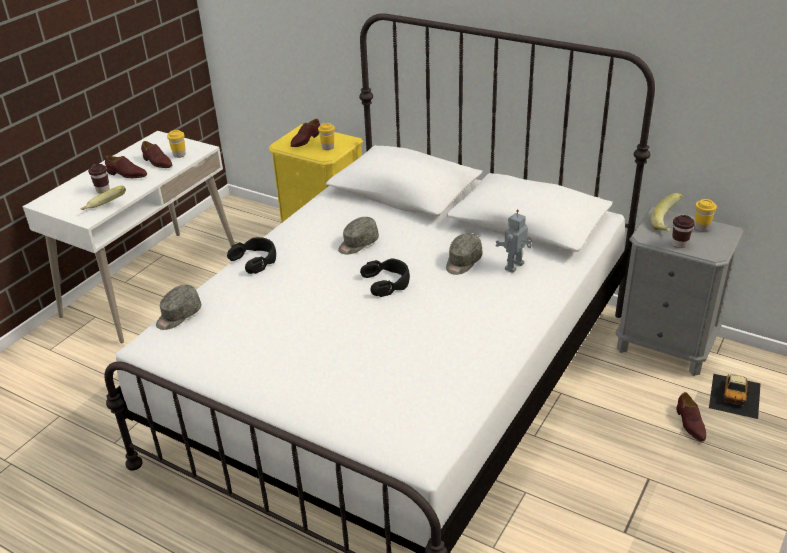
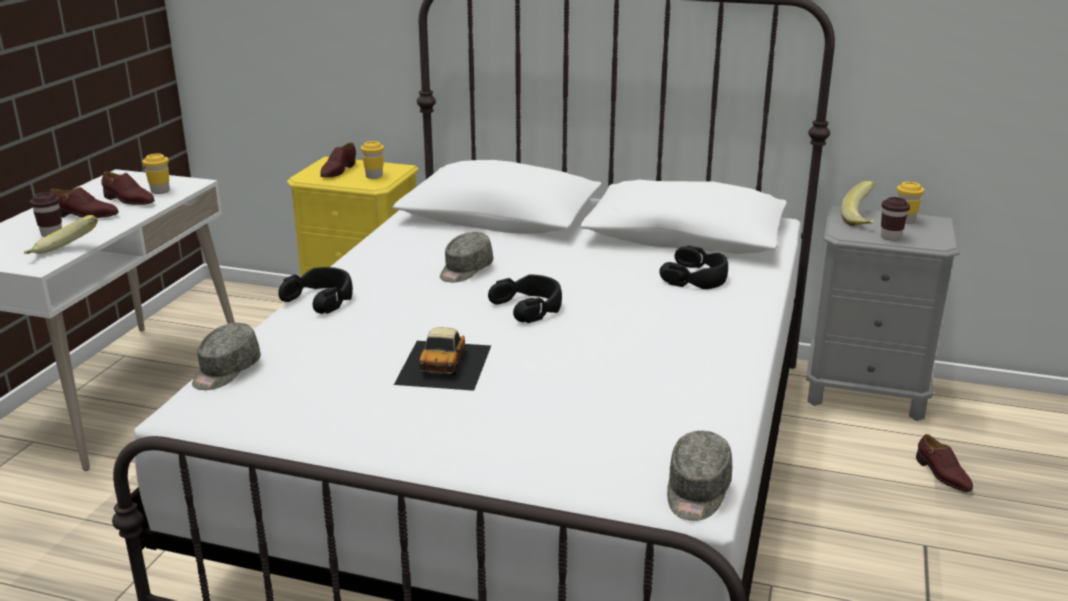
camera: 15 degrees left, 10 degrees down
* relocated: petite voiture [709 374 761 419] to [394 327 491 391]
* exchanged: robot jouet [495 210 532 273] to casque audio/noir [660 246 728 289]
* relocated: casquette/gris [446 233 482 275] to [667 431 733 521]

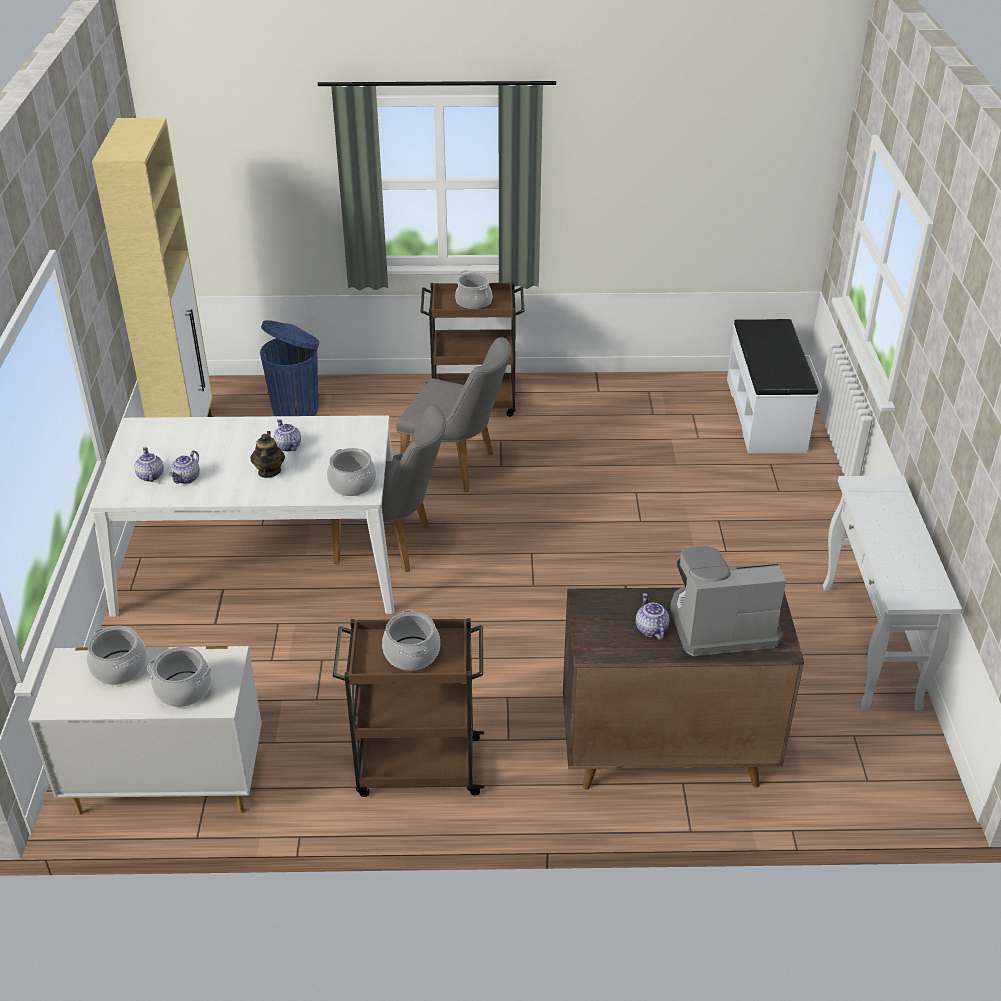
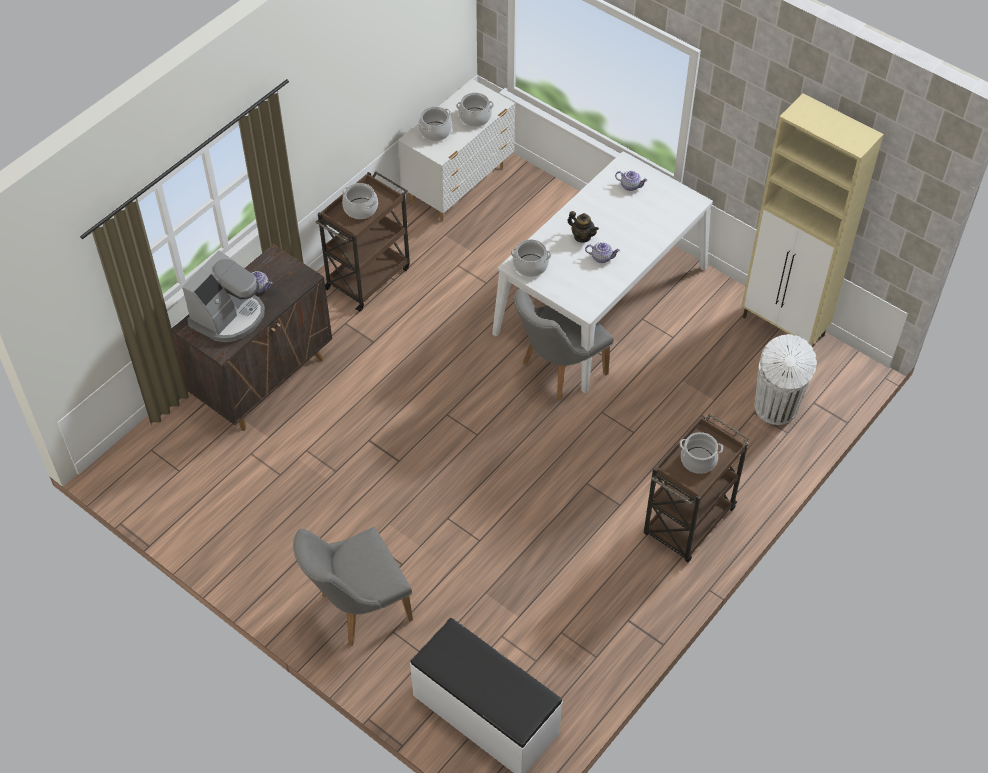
camera: 130 degrees right, 15 degrees up
* relocated: chaise/gris [396 337 511 492] to [293 527 413 646]
* colour: poubelle/bleu [260 320 319 416] to poubelle/blanc [754 334 817 425]
* missing: théière [169 450 200 484]
* missing: table console/blanc [823 476 962 711]

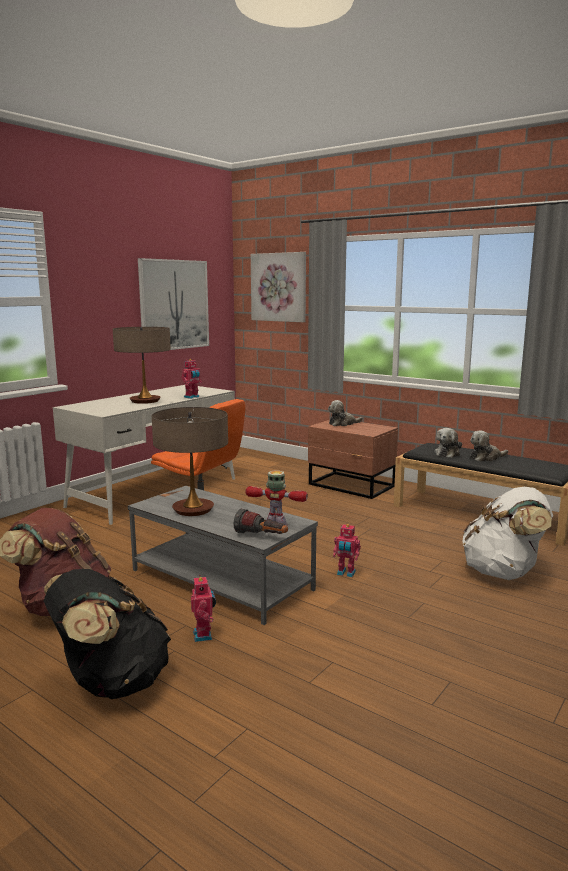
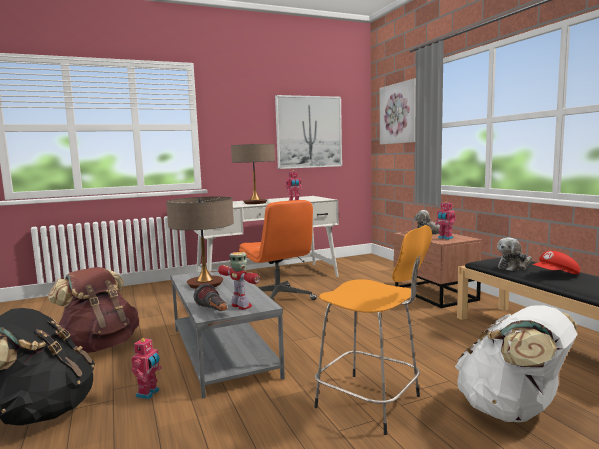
camera: 30 degrees right, 5 degrees down
* appeared: tabouret/orange [314 225 432 435]
* relocated: robot jouet [333 524 361 577] to [435 201 456 240]
* exchanged: peluche [470 430 508 461] to casquette/rouge [532 251 580 274]

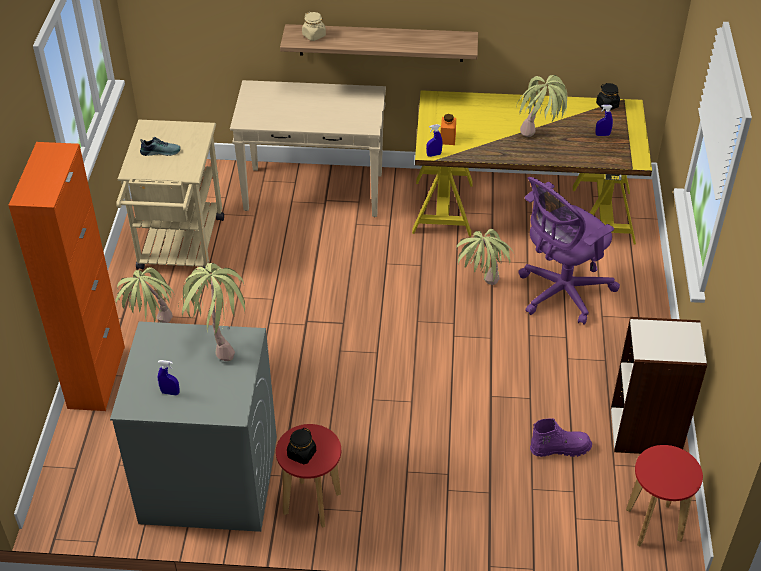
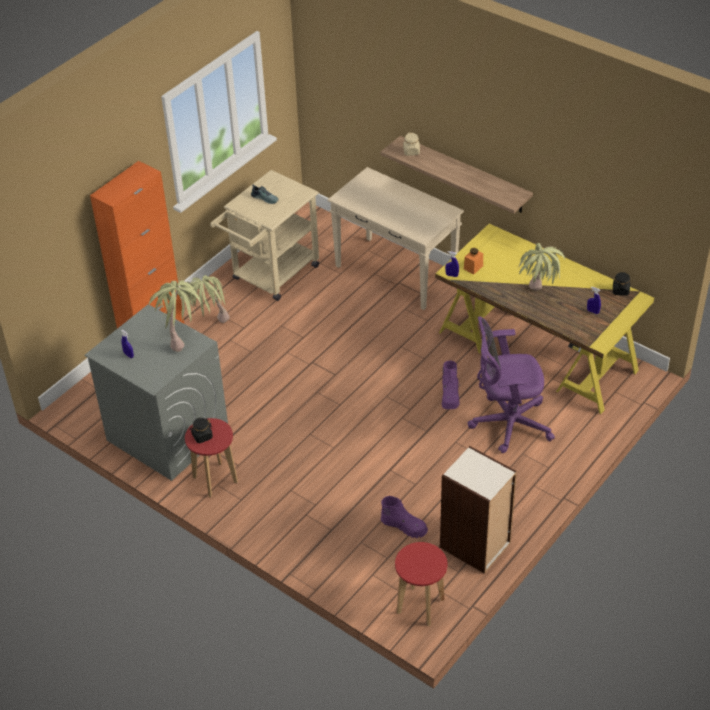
camera: 35 degrees right, 0 degrees up
* exchanged: plante en pot [456 229 515 285] to botte/violet [442 361 460 409]

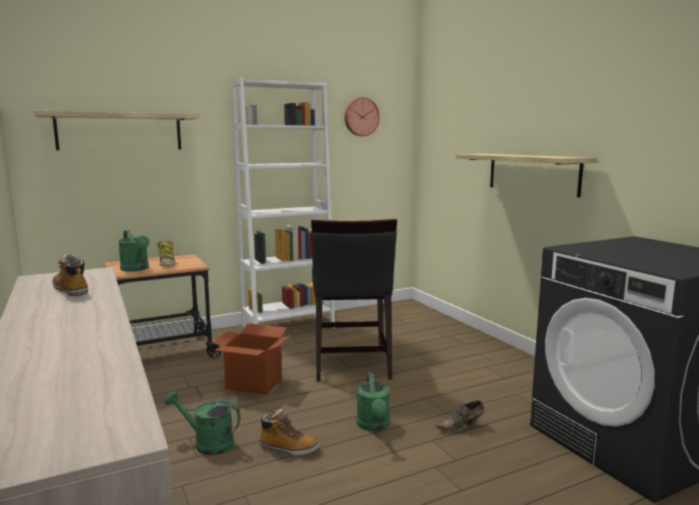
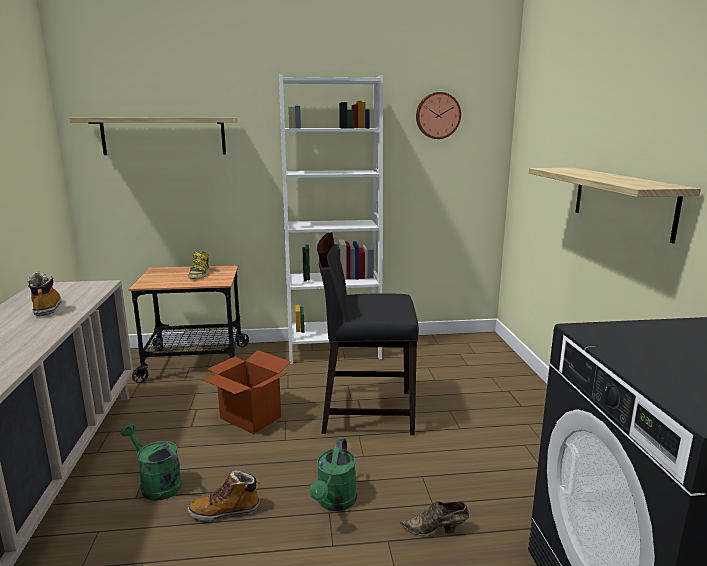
camera: 20 degrees right, 5 degrees up
* spun: botte [259 409 319 456] = [188 470 260 521] 135 degrees clockwise
* spun: chaise/noir [311 219 397 382] = [317 232 419 435] 75 degrees clockwise
* missing: arrosoir/vert [118 230 150 272]

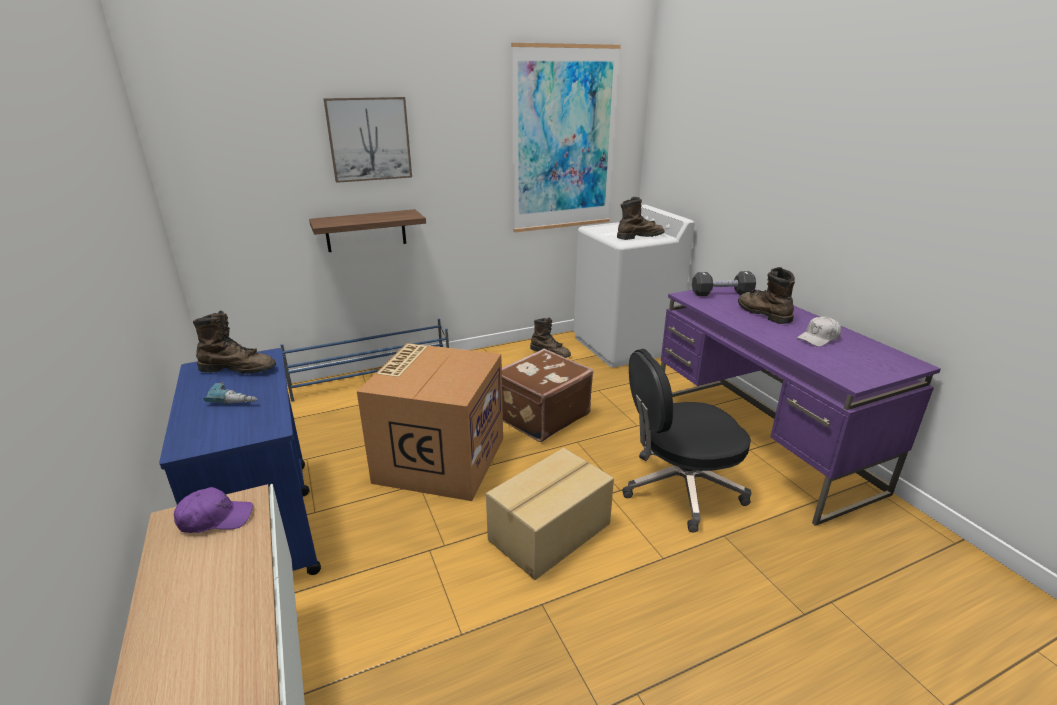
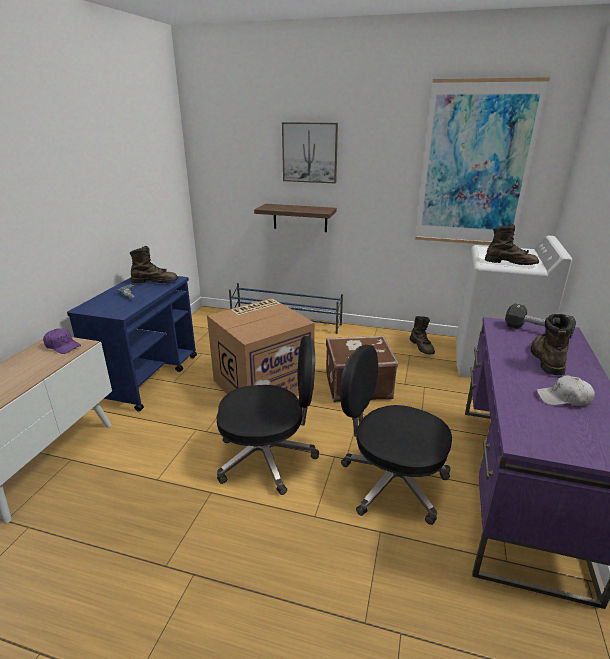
camera: 40 degrees right, 0 degrees up
* spun: botte/marron [193 310 276 374] = [130 246 178 284] 45 degrees counterclockwise
* exchanged: carton [486 448 614 580] to chaise de bureau/noir [217 336 319 495]

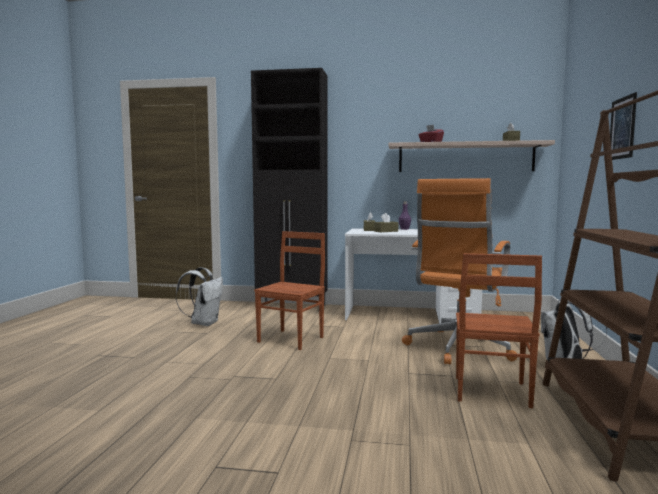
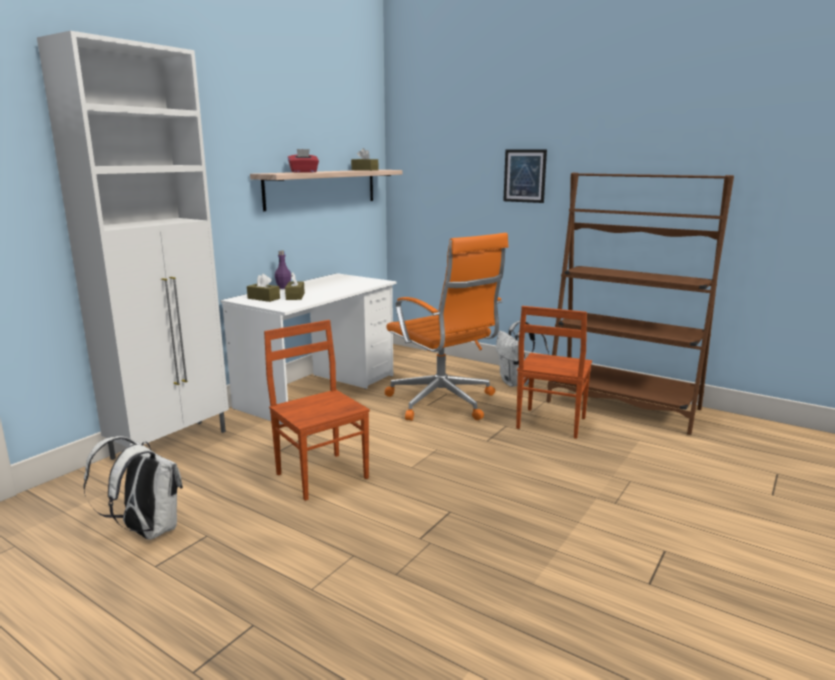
camera: 65 degrees left, 10 degrees up
* colour: meuble de rangement/noir [251 68 328 306] to meuble de rangement/blanc [37 31 229 460]
* spun: chaise/marron [456 253 542 408] = [516 306 592 439] 75 degrees clockwise

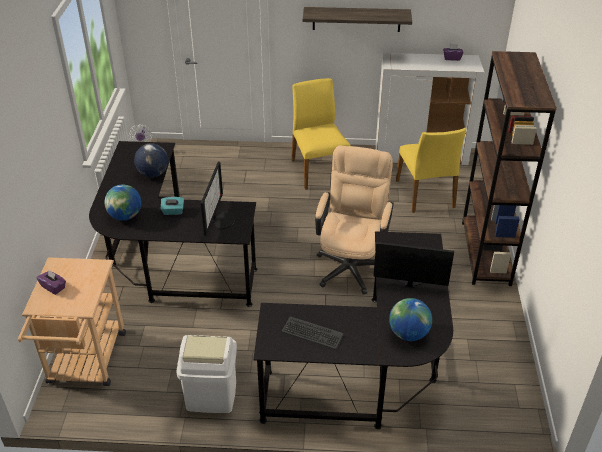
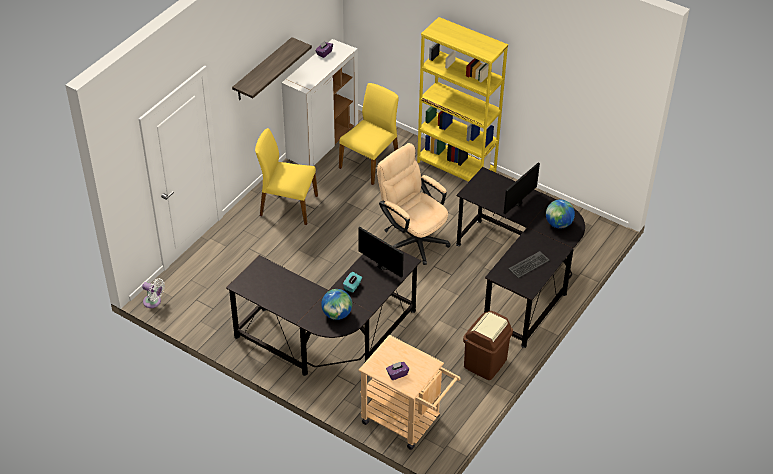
camera: 60 degrees left, 5 degrees up
* spun: chaise/jaune [396 128 466 213] = [339 83 399 185] 75 degrees counterclockwise
* colour: bibliothèque/marron [462 51 557 286] to bibliothèque/jaune [417 17 508 182]
* colour: poubelle/blanc [176 335 237 413] to poubelle/marron [463 311 513 380]
* missing: globe [134 143 169 177]

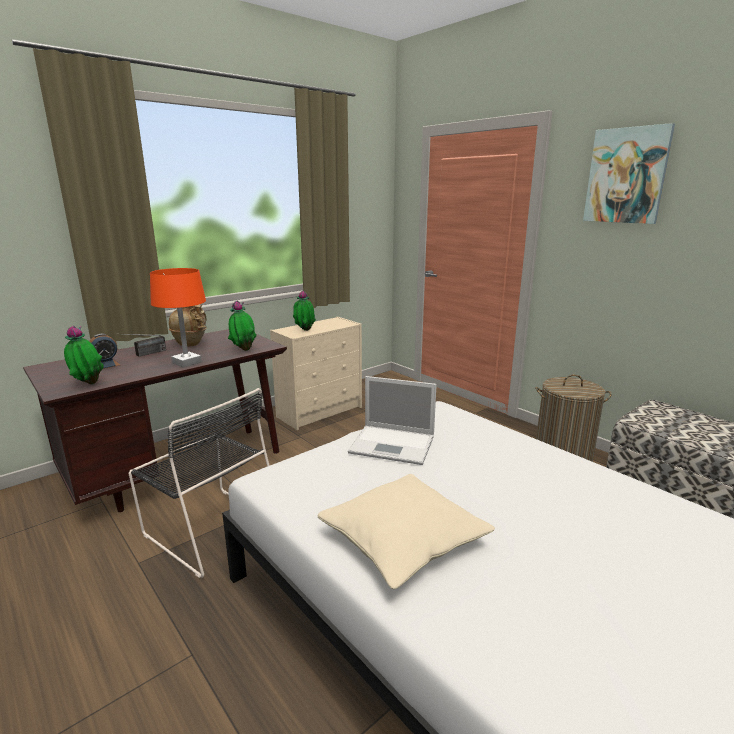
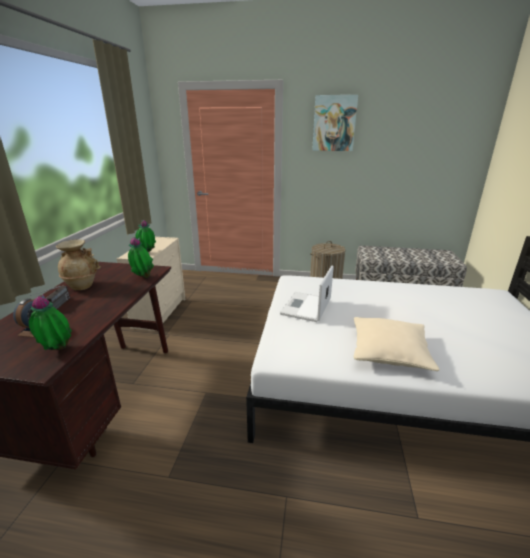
camera: 40 degrees left, 5 degrees up
* spun: ordinateur portable [348 376 437 465] = [280 266 334 322] 135 degrees clockwise
* missing: chaise/noir [129 388 270 578]
* missing: lampe de table/orange [150 268 206 368]

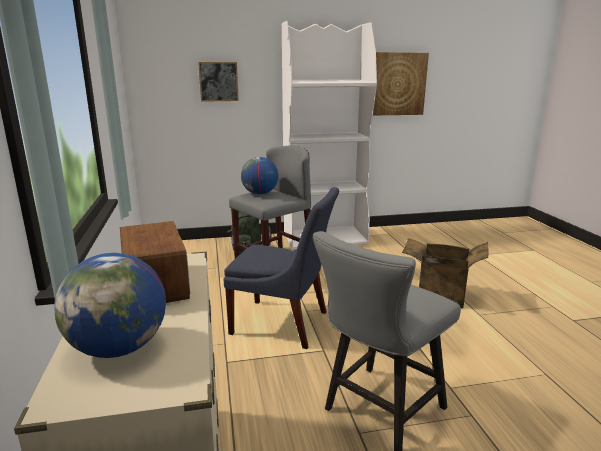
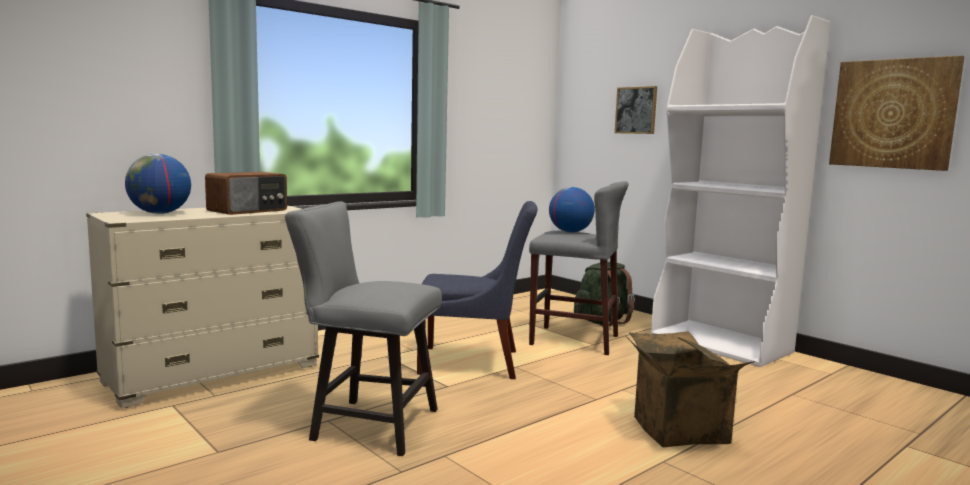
camera: 60 degrees right, 10 degrees down
* spun: chaise/bleu [223 187 339 349] = [417 201 537 379] 75 degrees counterclockwise

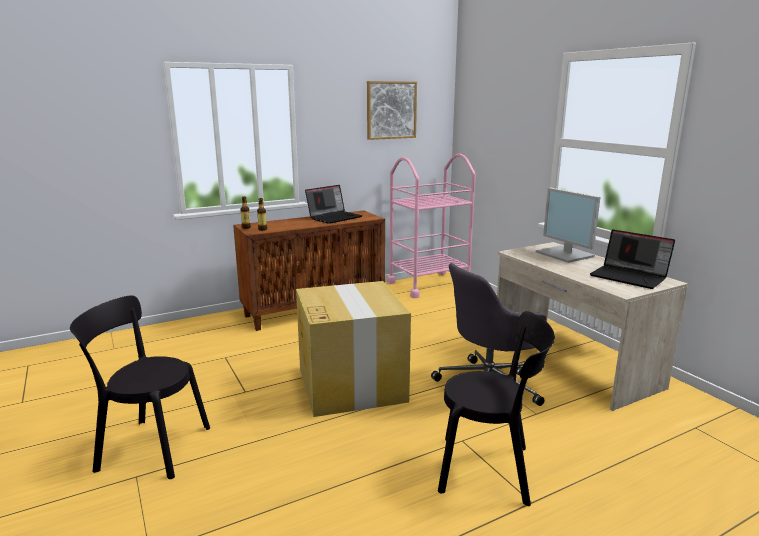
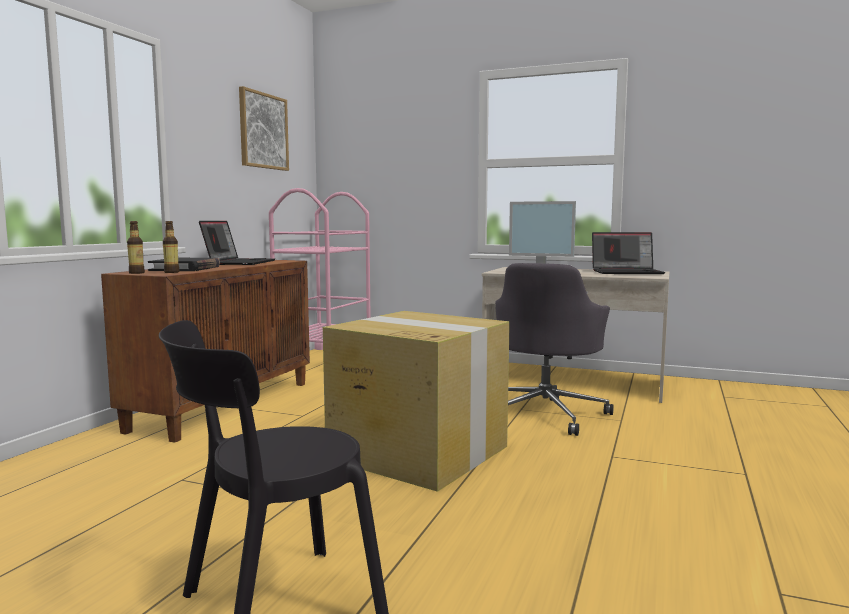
camera: 40 degrees left, 10 degrees down
* appeared: livre/noir [148 258 220 271]
* missing: chaise/noir [438 311 555 506]

